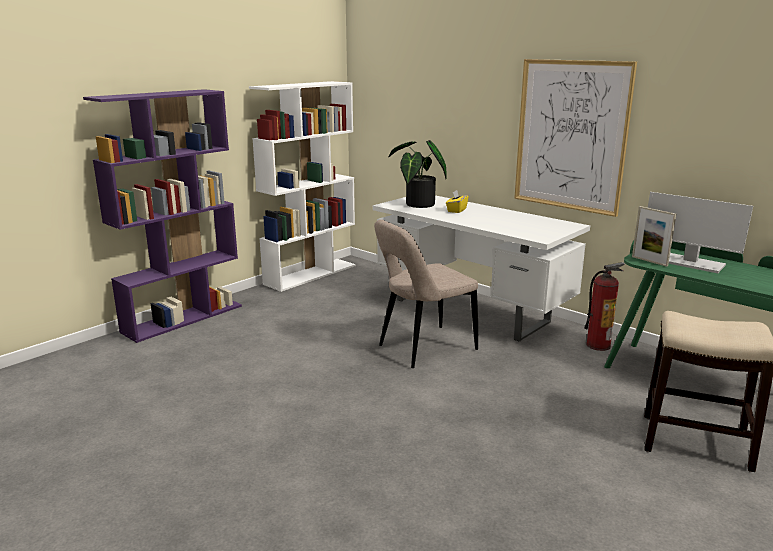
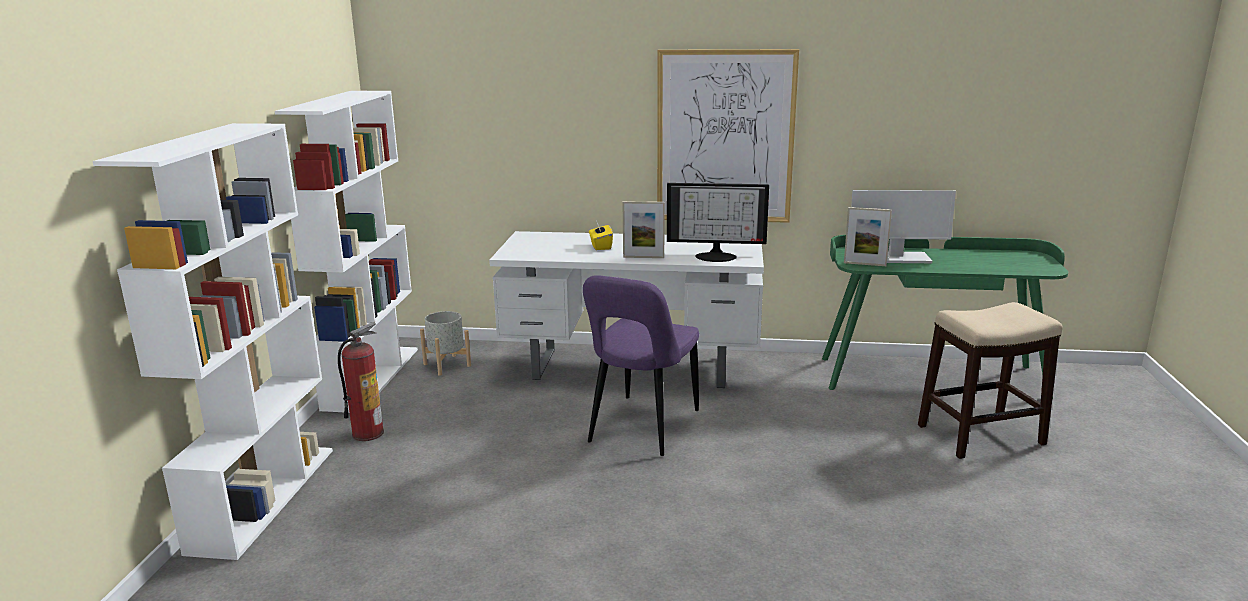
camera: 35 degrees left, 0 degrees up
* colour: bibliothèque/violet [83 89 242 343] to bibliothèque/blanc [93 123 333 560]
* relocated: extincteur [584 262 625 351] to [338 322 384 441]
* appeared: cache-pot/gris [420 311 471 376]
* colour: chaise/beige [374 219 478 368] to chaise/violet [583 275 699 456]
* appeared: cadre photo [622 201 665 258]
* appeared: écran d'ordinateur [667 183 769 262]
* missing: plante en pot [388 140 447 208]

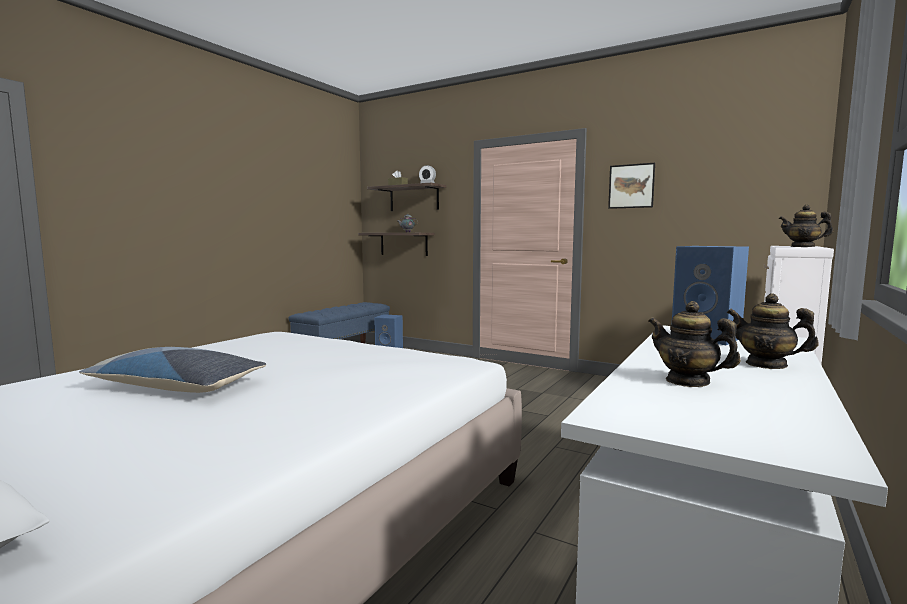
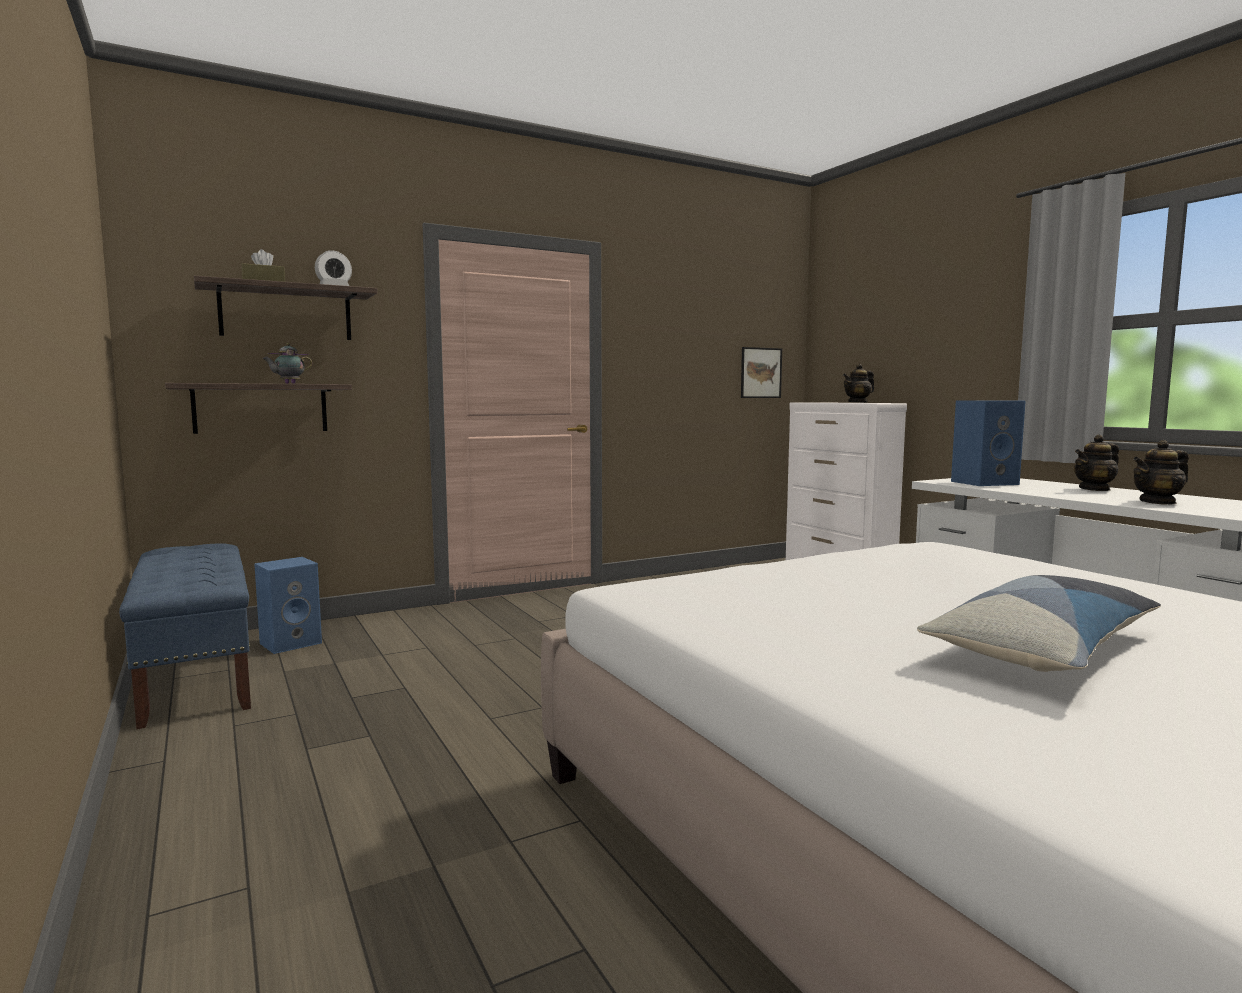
camera: 60 degrees left, 0 degrees up
* relocated: tableau [608 163 655 209] to [741 347 782 398]

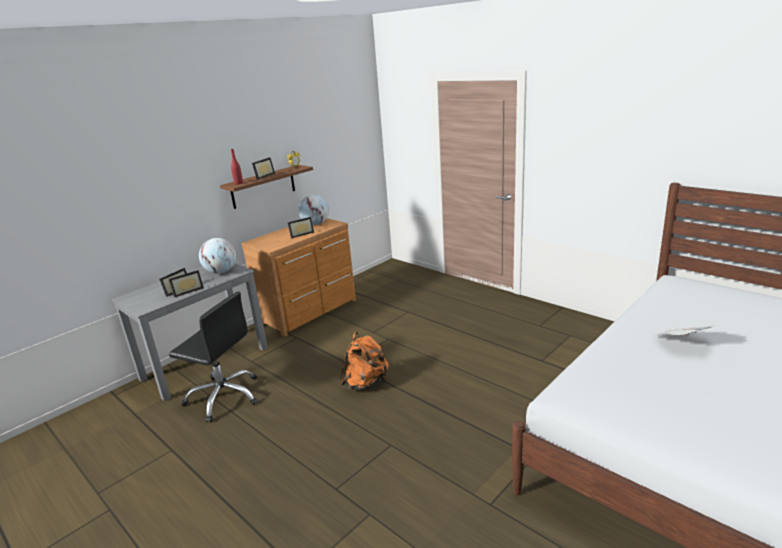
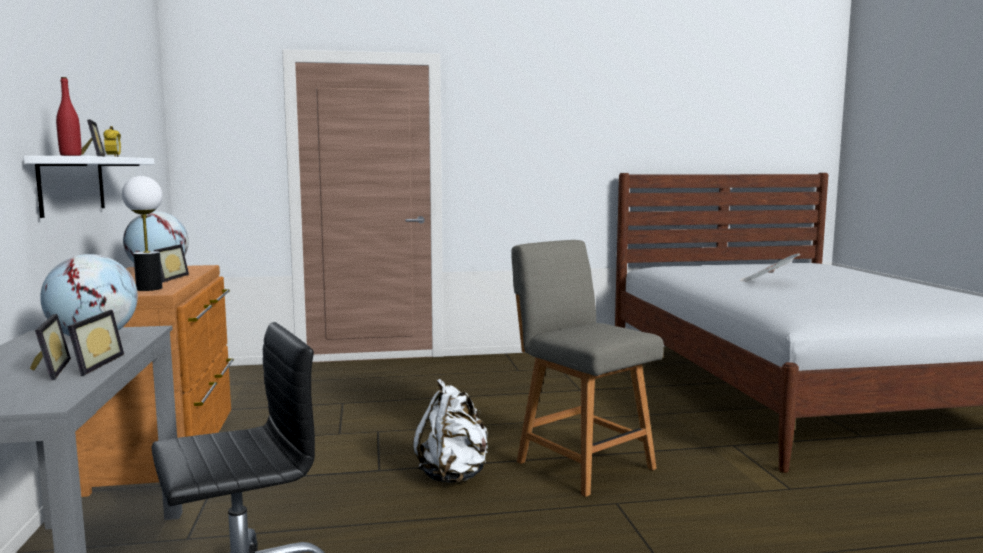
camera: 55 degrees left, 15 degrees down
* colour: étagère/marron [220 165 313 209] to étagère/blanc [24 156 155 218]
* appeared: lampe de table [122 176 163 291]
* colour: sac à dos/orange [340 332 389 390] to sac à dos/blanc [413 379 488 483]
* appeared: chaise/gris [511 240 664 497]

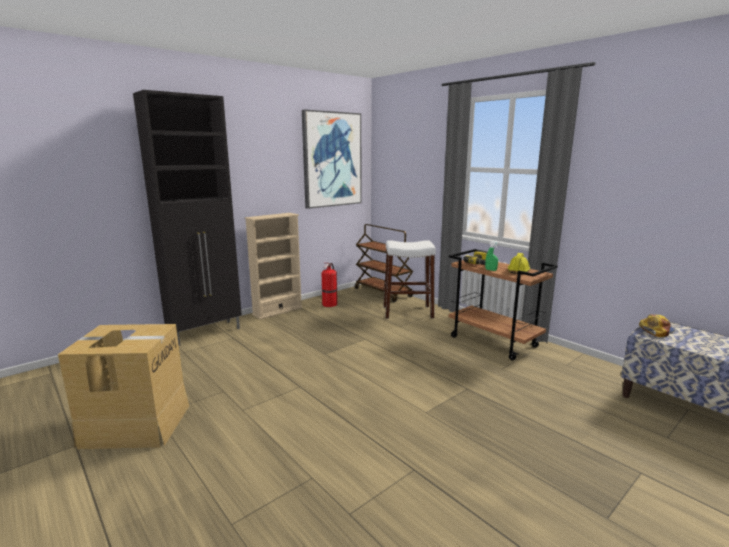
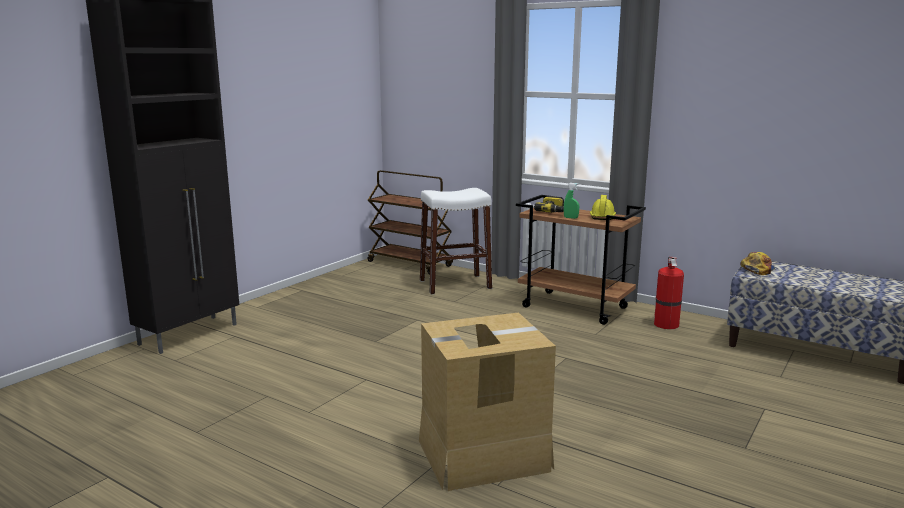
camera: 15 degrees left, 0 degrees up
* relocated: carton [58 324 189 449] to [419 313 556 491]
* relocated: extincteur [322 263 337 307] to [654 257 684 329]
* missing: bibliothèque/beige [245 213 303 319]
* missing: tableau [302 110 361 209]

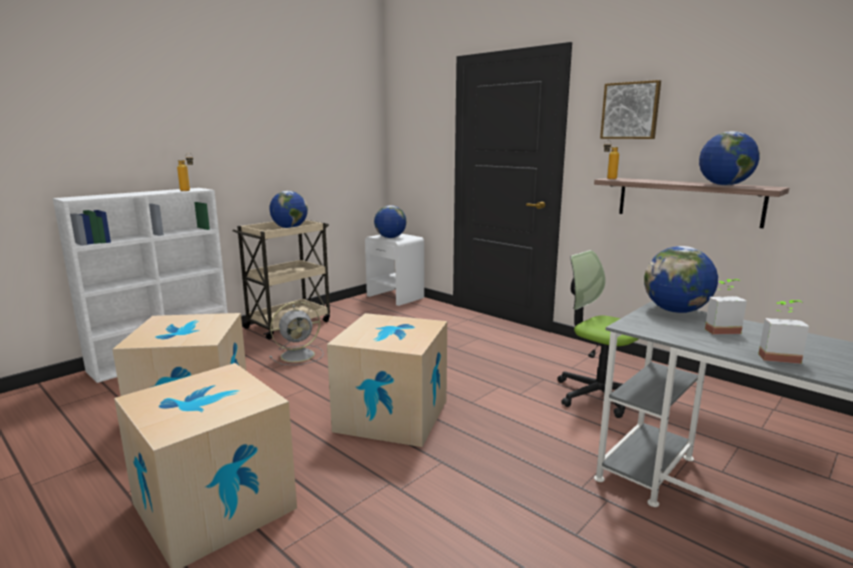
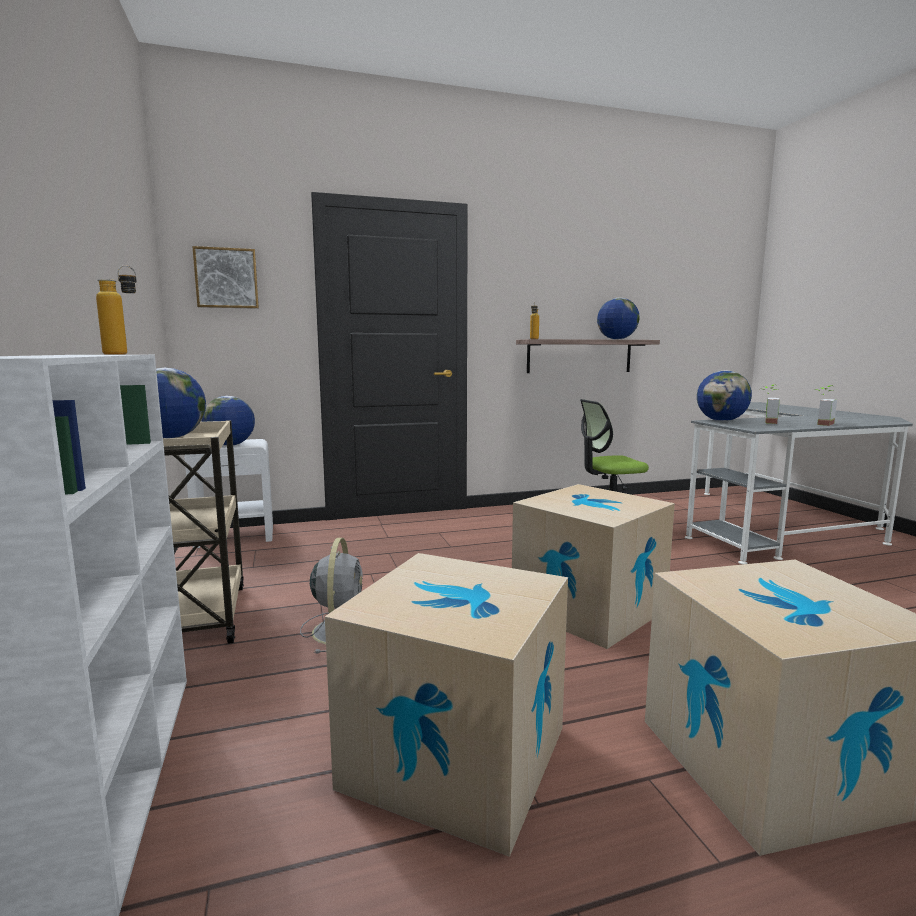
camera: 60 degrees left, 5 degrees down
* relocated: tableau [600 80 661 139] to [192 246 259 309]

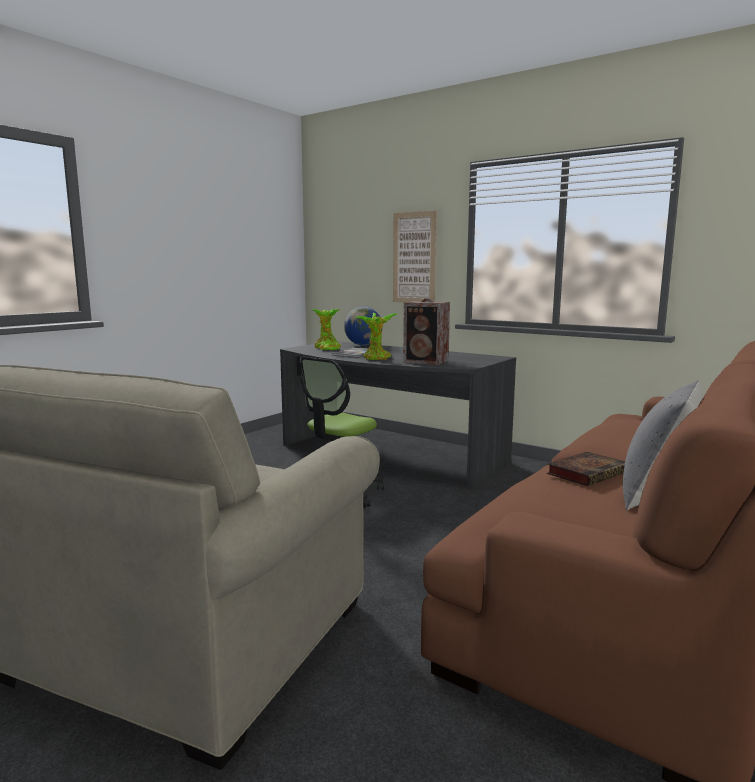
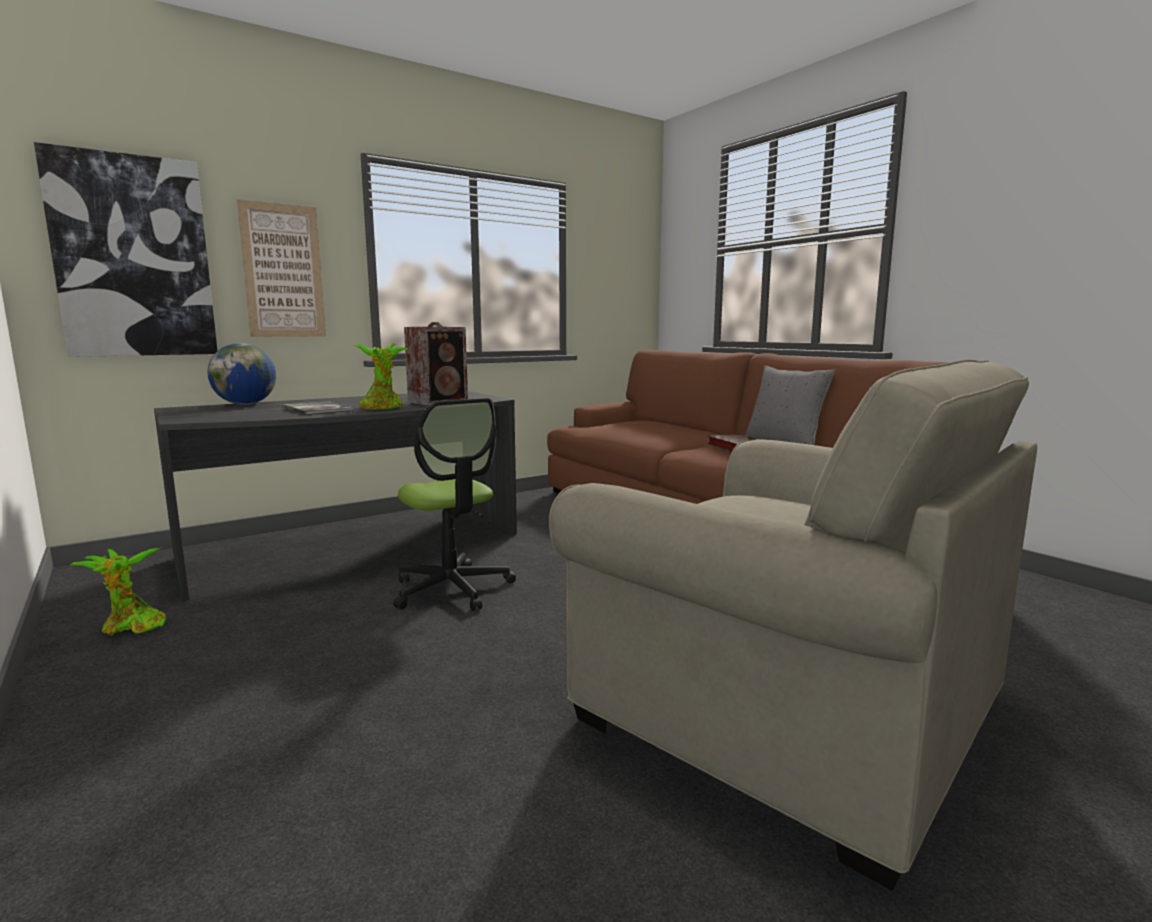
camera: 70 degrees left, 0 degrees up
* appeared: tableau [34 142 218 357]
* relocated: plante en pot [313 309 341 350] to [69 547 166 636]

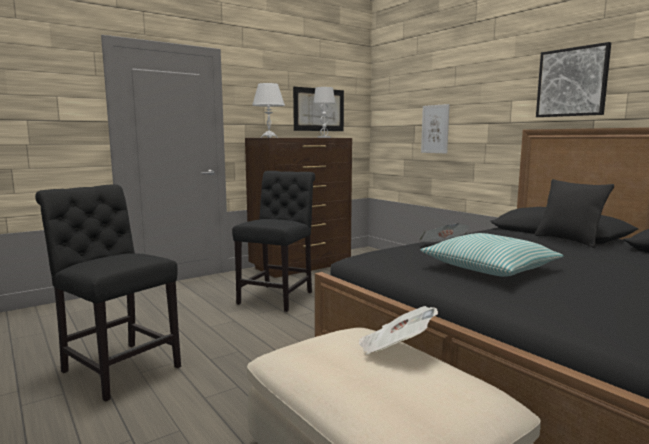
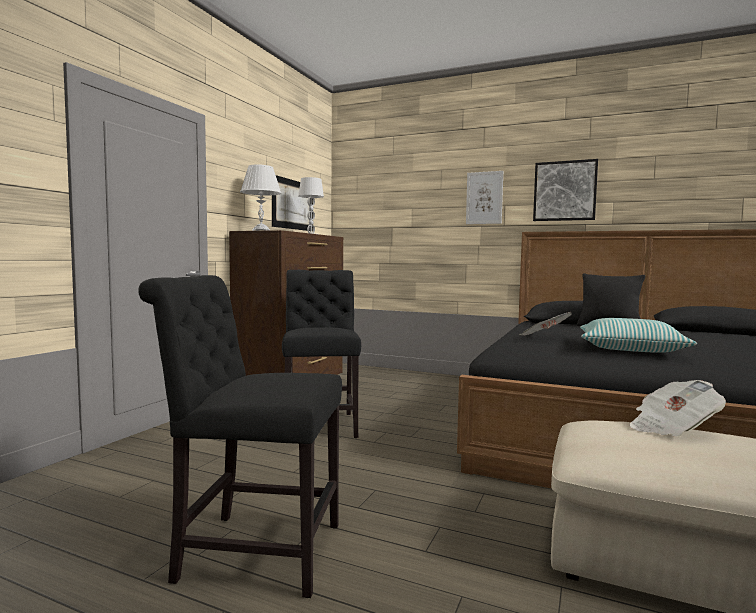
camera: 30 degrees left, 5 degrees down
* relocated: tableau [421 104 450 153] to [466 171 503 224]

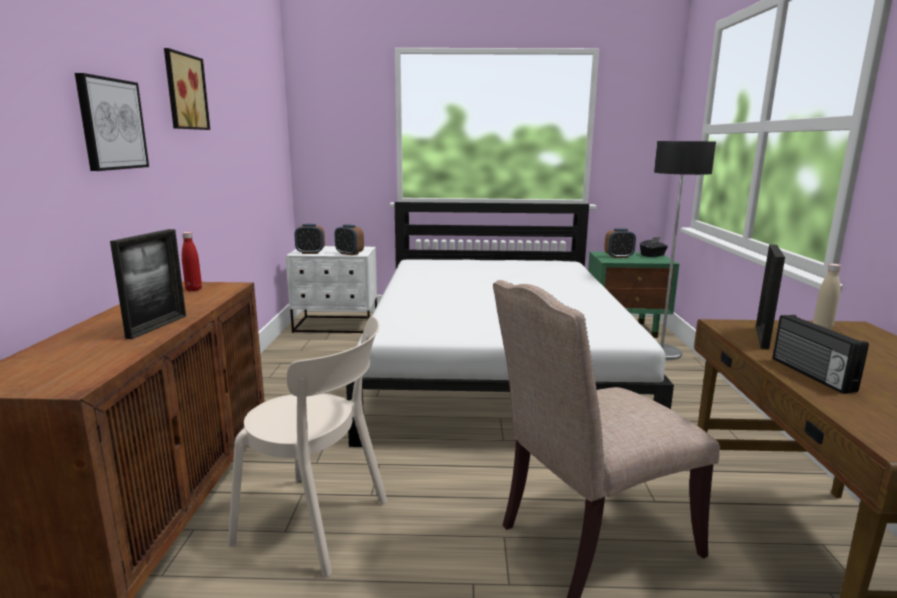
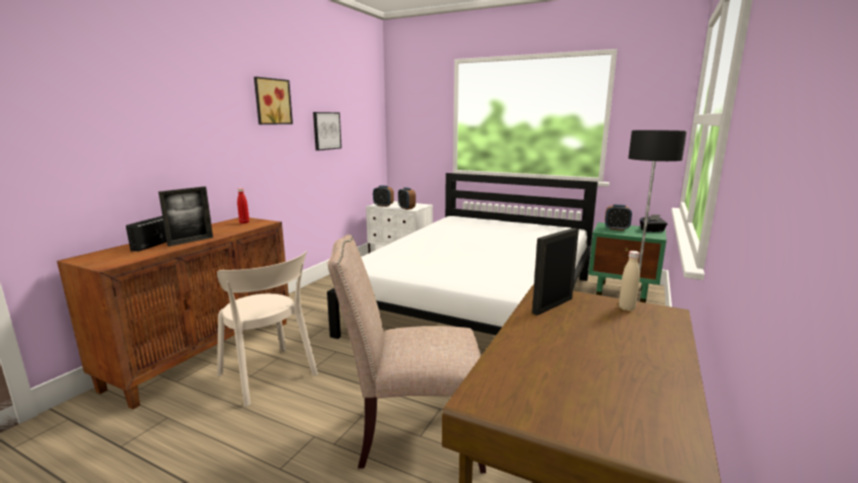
camera: 25 degrees right, 0 degrees up
* relocated: radio [773 315 869 394] to [126 216 167 252]
* relocated: tableau [75 73 149 171] to [313 112 342 151]

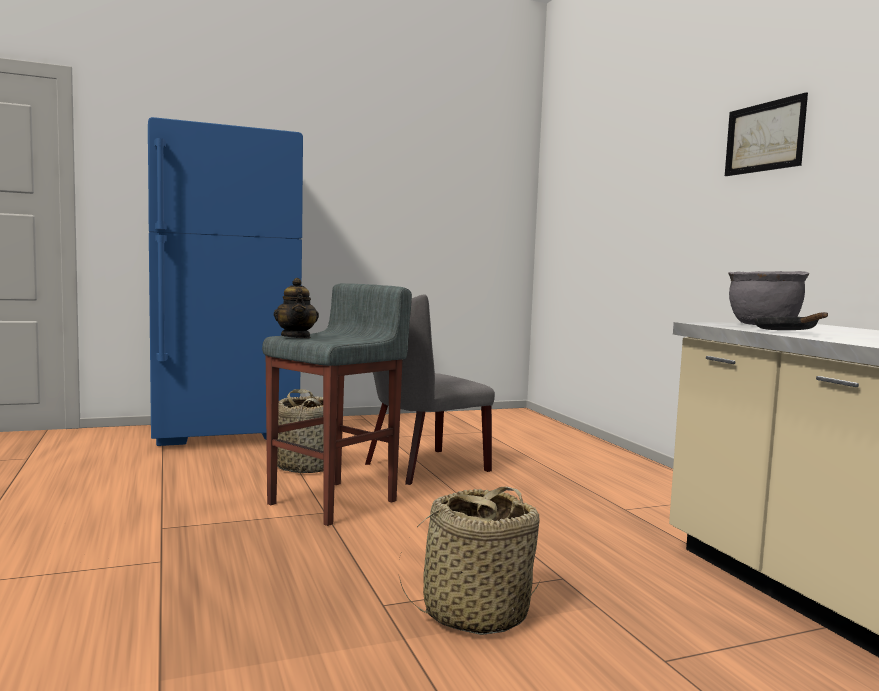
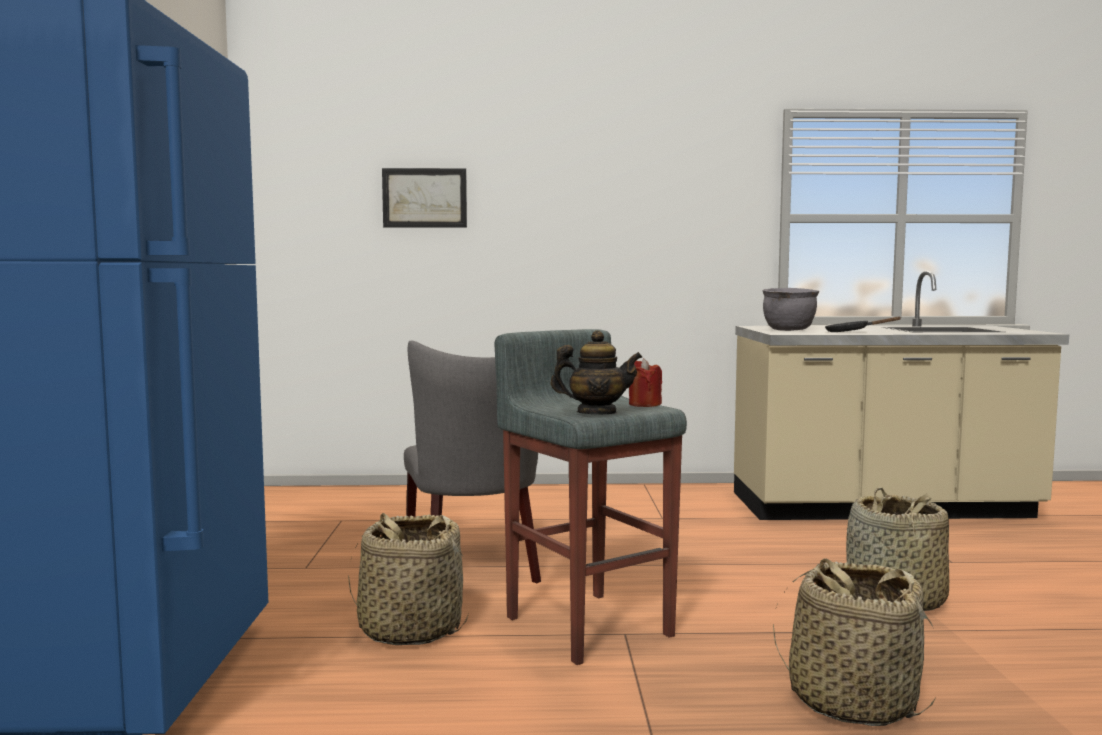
camera: 70 degrees left, 0 degrees up
* relocated: tableau [725 92 808 176] to [382 168 467 228]
* appeared: bougie/rouge [629 358 662 407]
* appeared: panier [773 559 935 726]

